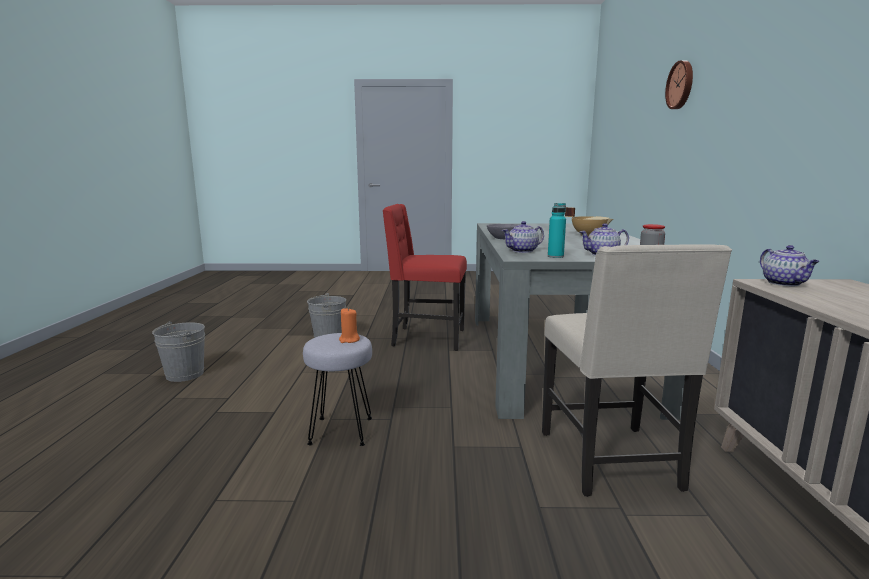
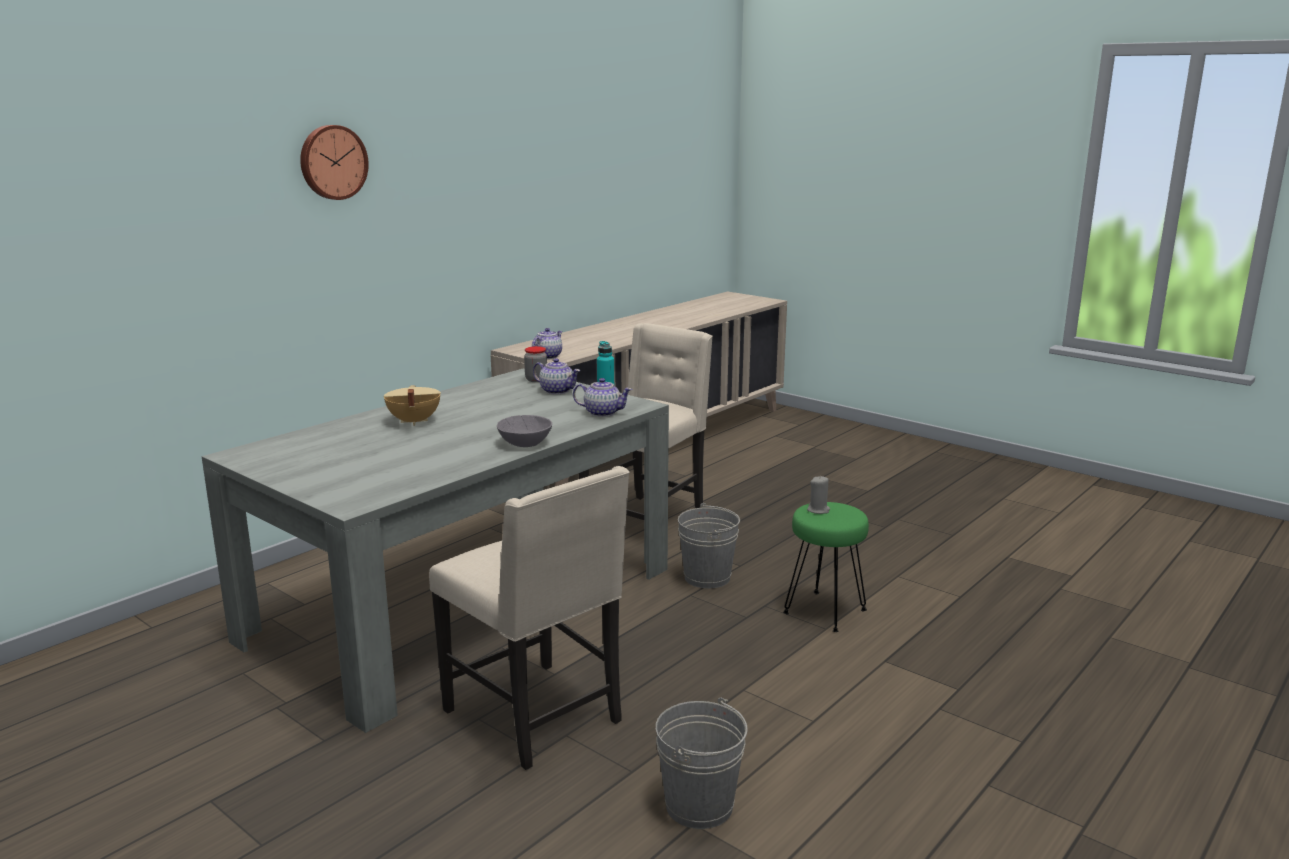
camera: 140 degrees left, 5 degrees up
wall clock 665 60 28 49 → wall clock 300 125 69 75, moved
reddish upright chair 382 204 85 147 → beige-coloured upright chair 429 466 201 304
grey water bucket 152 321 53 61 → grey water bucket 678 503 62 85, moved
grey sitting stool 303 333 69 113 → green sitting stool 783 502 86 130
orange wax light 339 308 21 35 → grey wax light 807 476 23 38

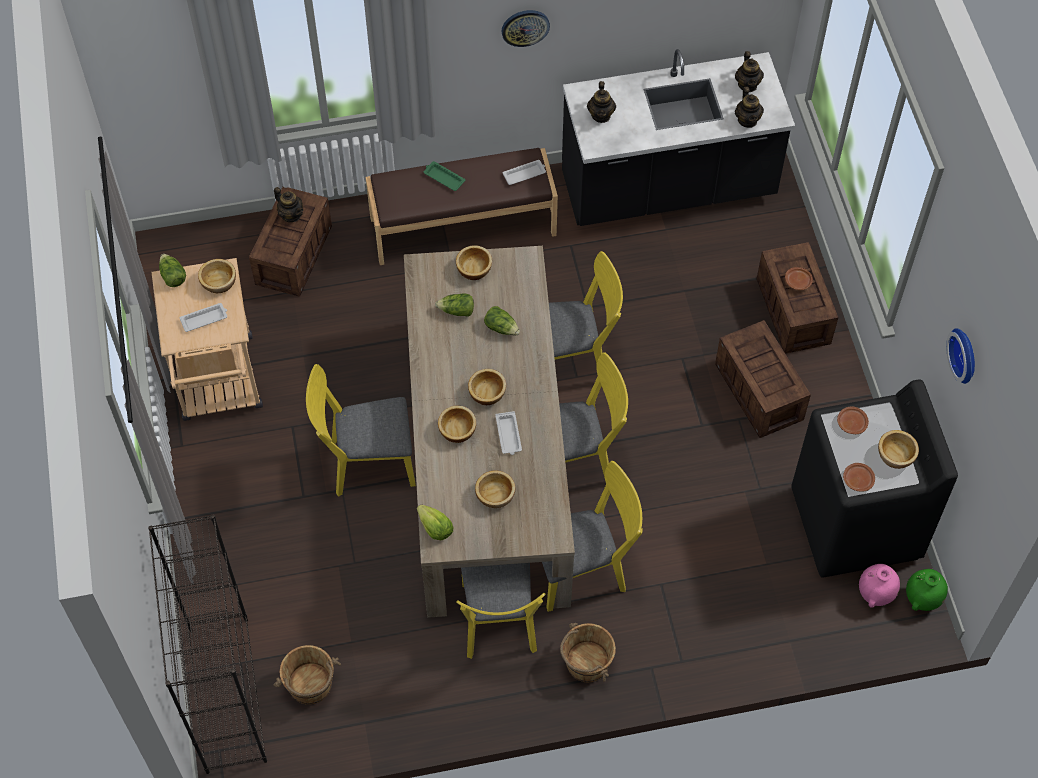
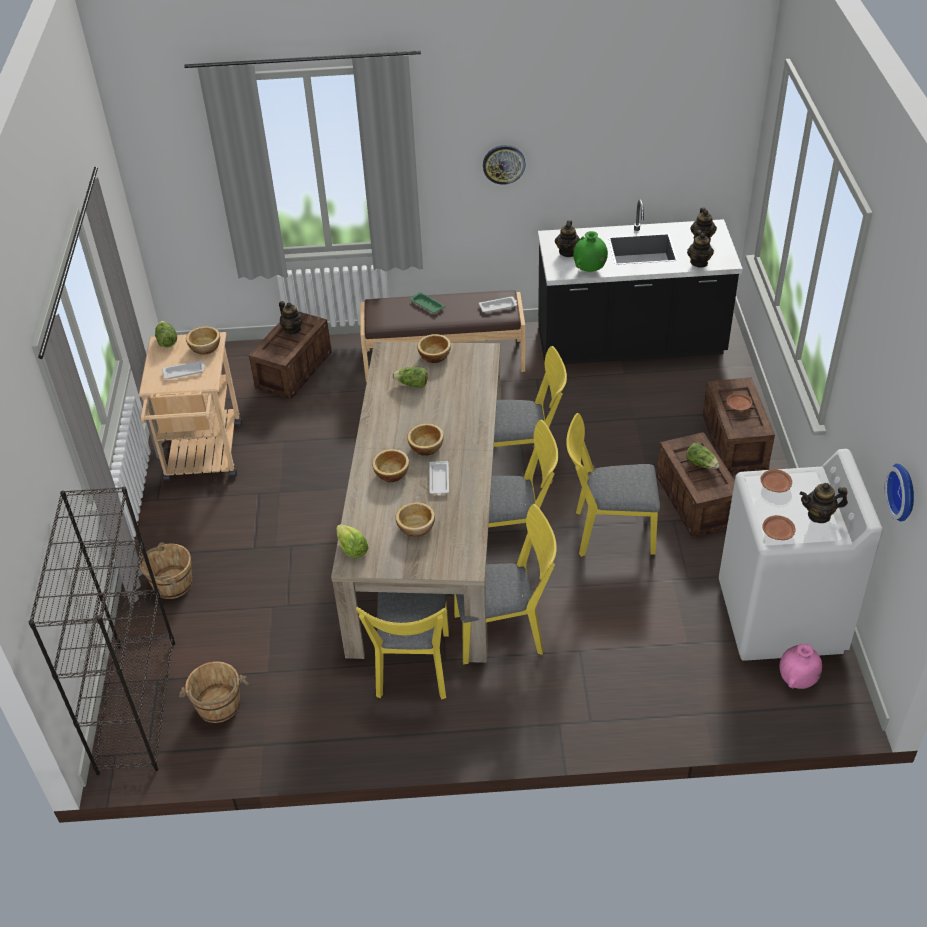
camera: 10 degrees right, 15 degrees down
brown water bucket 560 623 56 59 → brown water bucket 139 542 53 57, moved
yellow upright chair 306 364 110 133 → yellow upright chair 566 413 94 144, moved
green vase 906 569 42 42 → green vase 573 231 35 41, moved
lettuce head 484 306 36 29 → lettuce head 686 443 34 26, moved
blackish washing machine 791 379 167 199 → whitish washing machine 719 449 164 212
serving bowl 878 430 41 39 → teapot 800 483 48 40
wall clock 946 328 29 56 → wall clock 885 464 29 58, moved

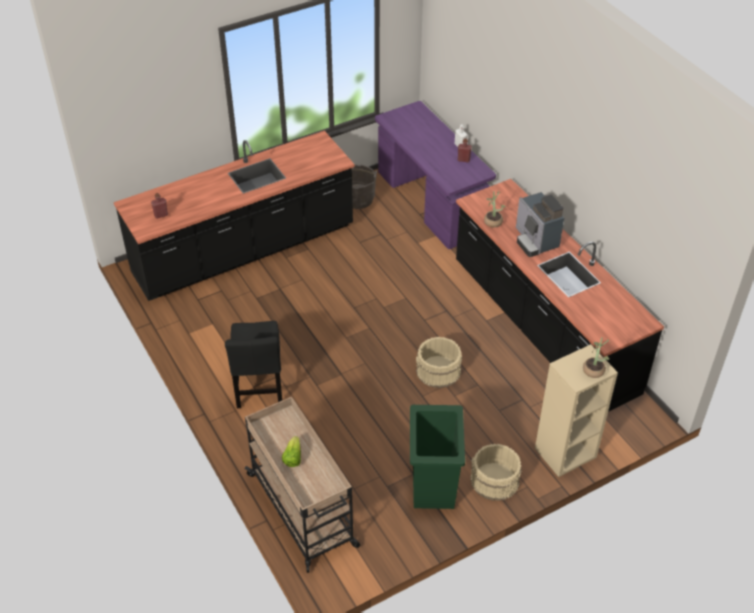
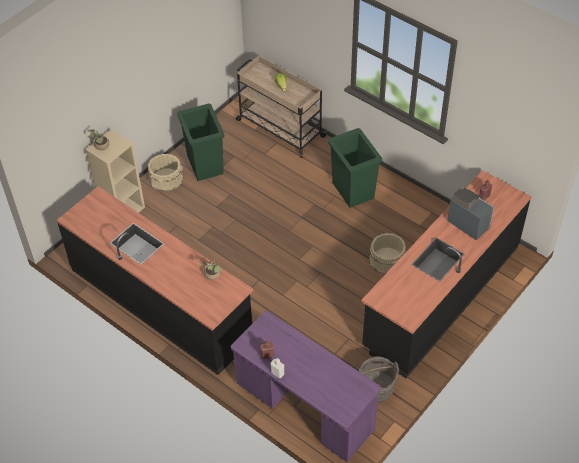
camera: 160 degrees right, 5 degrees up
blackish upright chair 225 321 57 87 → green rubbish bin 328 128 54 80
beige-coloured water bucket 416 337 46 51 → beige-coloured water bucket 369 233 37 41, moved
coffee machine 516 192 48 65 → coffee machine 447 187 47 53, moved

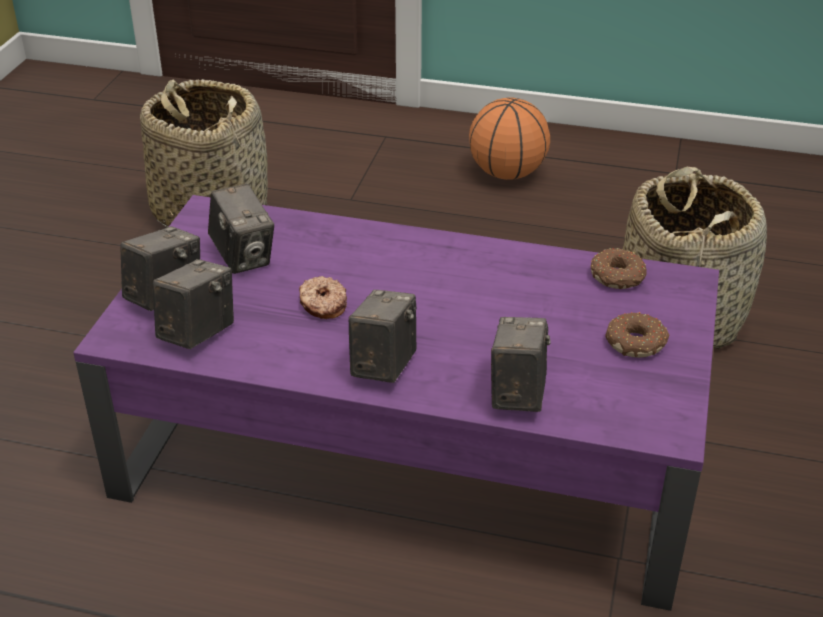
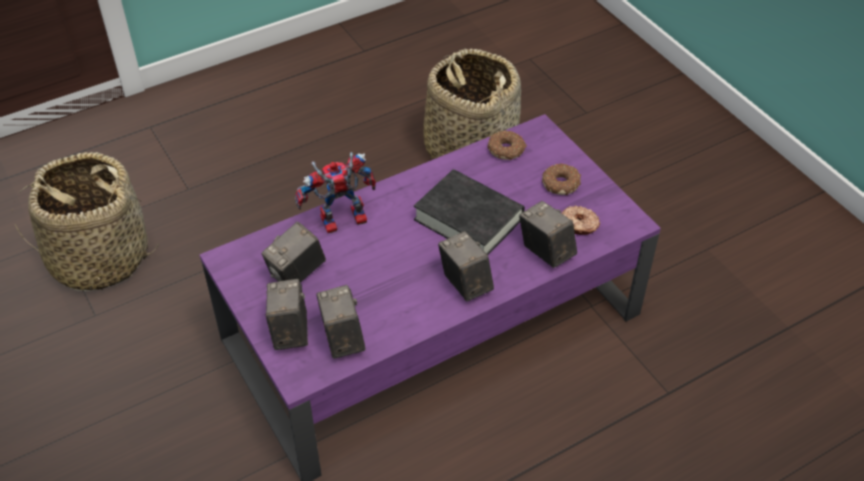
camera: 45 degrees left, 10 degrees up
still camera 208 184 66 90 → still camera 261 222 65 61, 120 degrees clockwise
- → model robot 295 152 81 81
- → blackish book 414 169 111 86
donut 299 276 48 43 → donut 562 205 38 30, moved
ball for basketball 469 98 81 82 → -

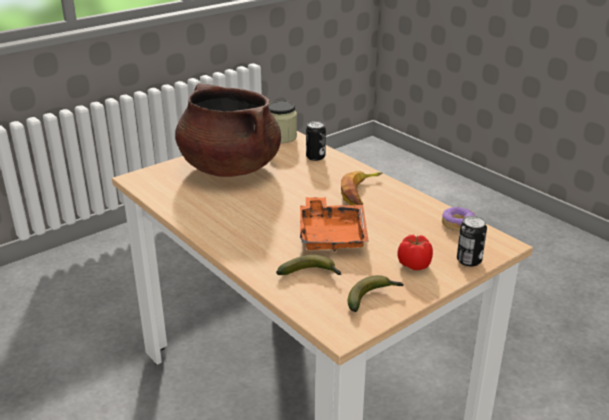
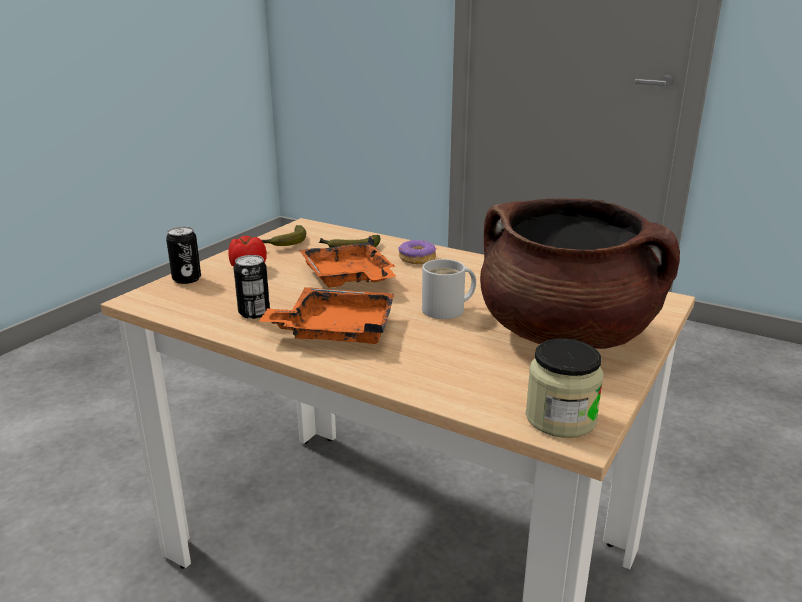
camera: 160 degrees right, 5 degrees down
metal can 306 121 20 40 → metal can 234 255 36 64, moved
banana 341 171 41 34 → orange serving tray 259 287 135 57
donut 442 207 33 25 → donut 399 240 37 24, moved
- → whitish coffee mug 422 259 54 60

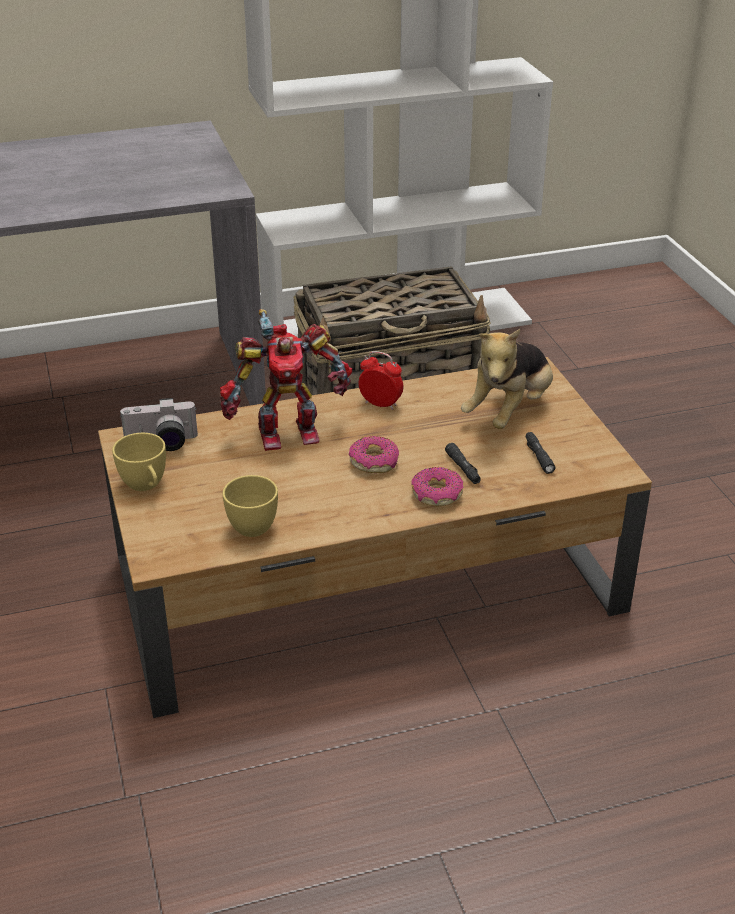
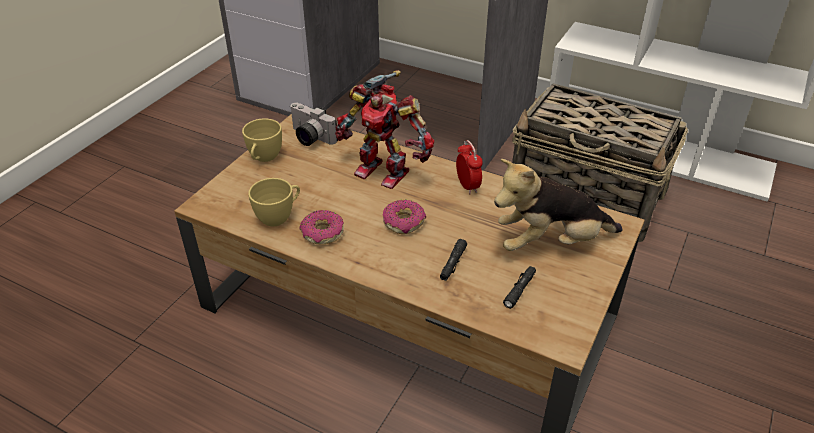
camera: 45 degrees right, 5 degrees up
donut 411 467 52 39 → donut 300 210 44 34, moved

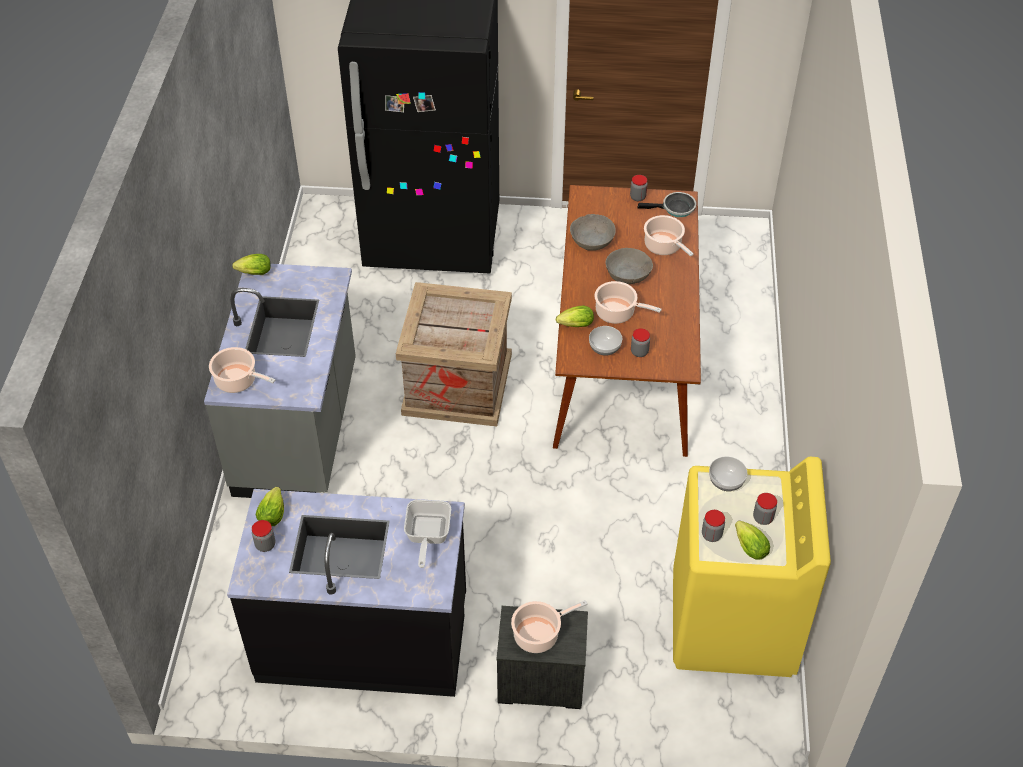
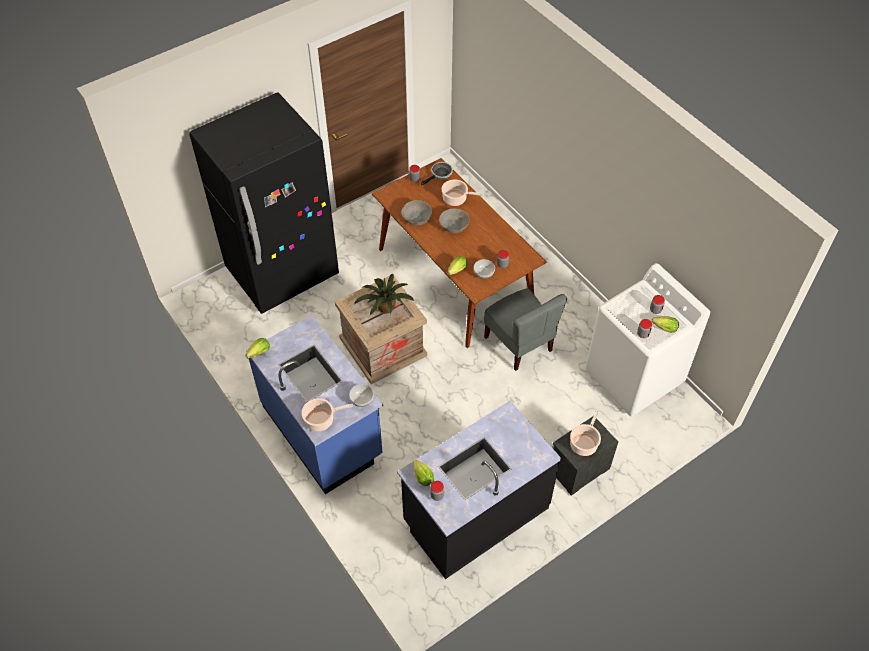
camera: 40 degrees left, 5 degrees up
grey counter 204 264 152 234 → blue-coloured counter 246 315 137 179
serving bowl 709 456 38 35 → serving bowl 349 384 24 23, moved
- → potted plant 354 274 60 41
- → grey upright chair 484 288 83 83
yellow washing machine 673 457 158 220 → whitish washing machine 586 263 124 154
pan 404 500 47 68 → -
saucepot 594 281 68 43 → -

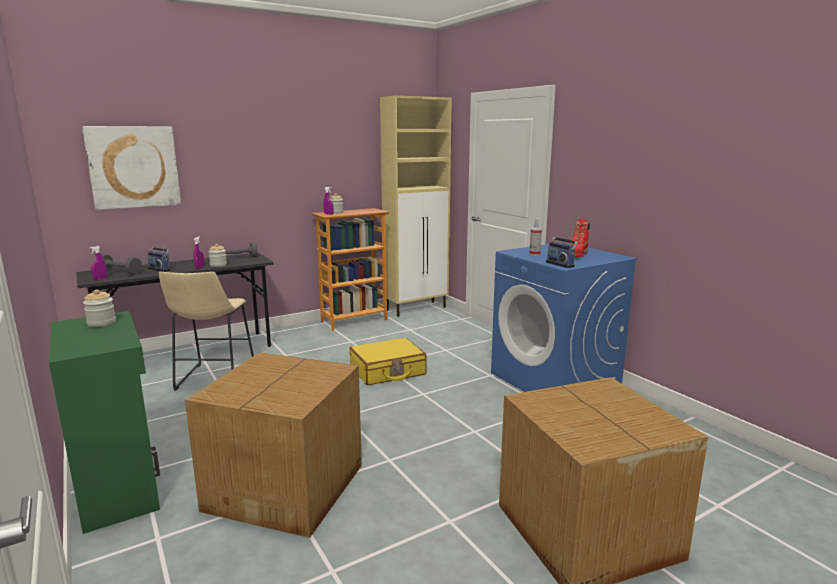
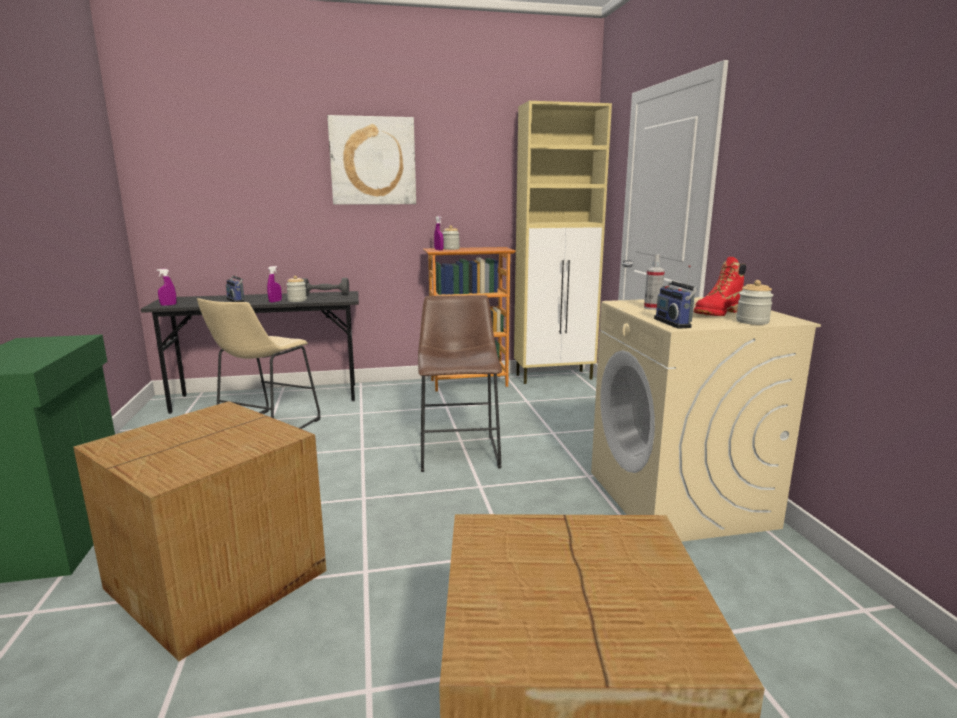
camera: 20 degrees right, 0 degrees up
picture 82 126 99 84 → picture 327 115 89 90, moved
yellow suitcase 349 338 78 47 → brown sitting stool 418 295 84 177
blue-coloured washing machine 491 242 147 150 → beige-coloured washing machine 591 297 230 245
jar 83 289 33 38 → jar 736 280 38 45, moved
grey hand weight 102 254 40 20 → -

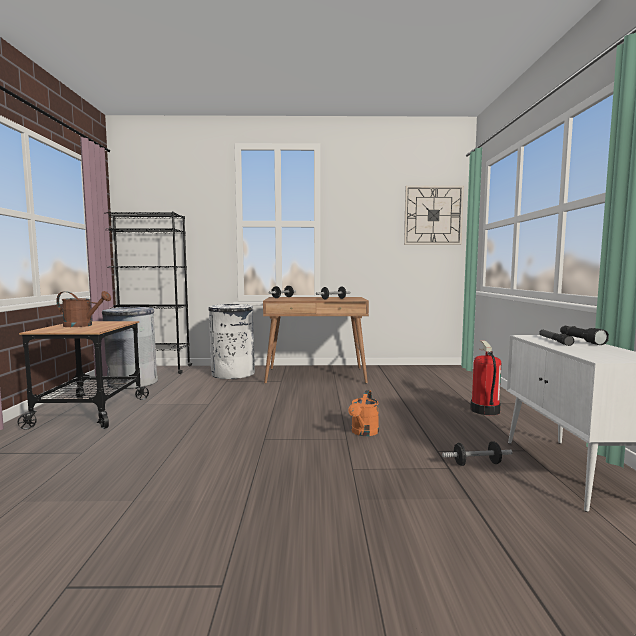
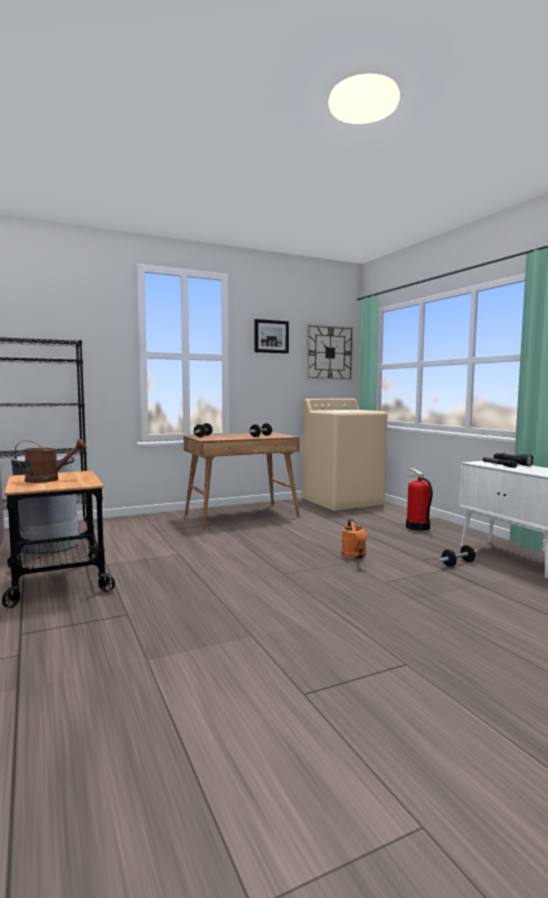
camera: 25 degrees left, 0 degrees up
- → picture 254 319 35 35
- → beige-coloured washing machine 302 399 85 111
whitish rubbish bin 209 304 46 75 → -

